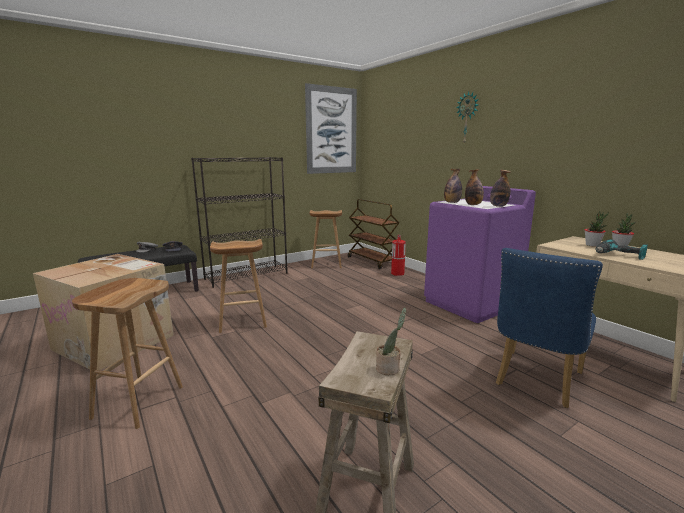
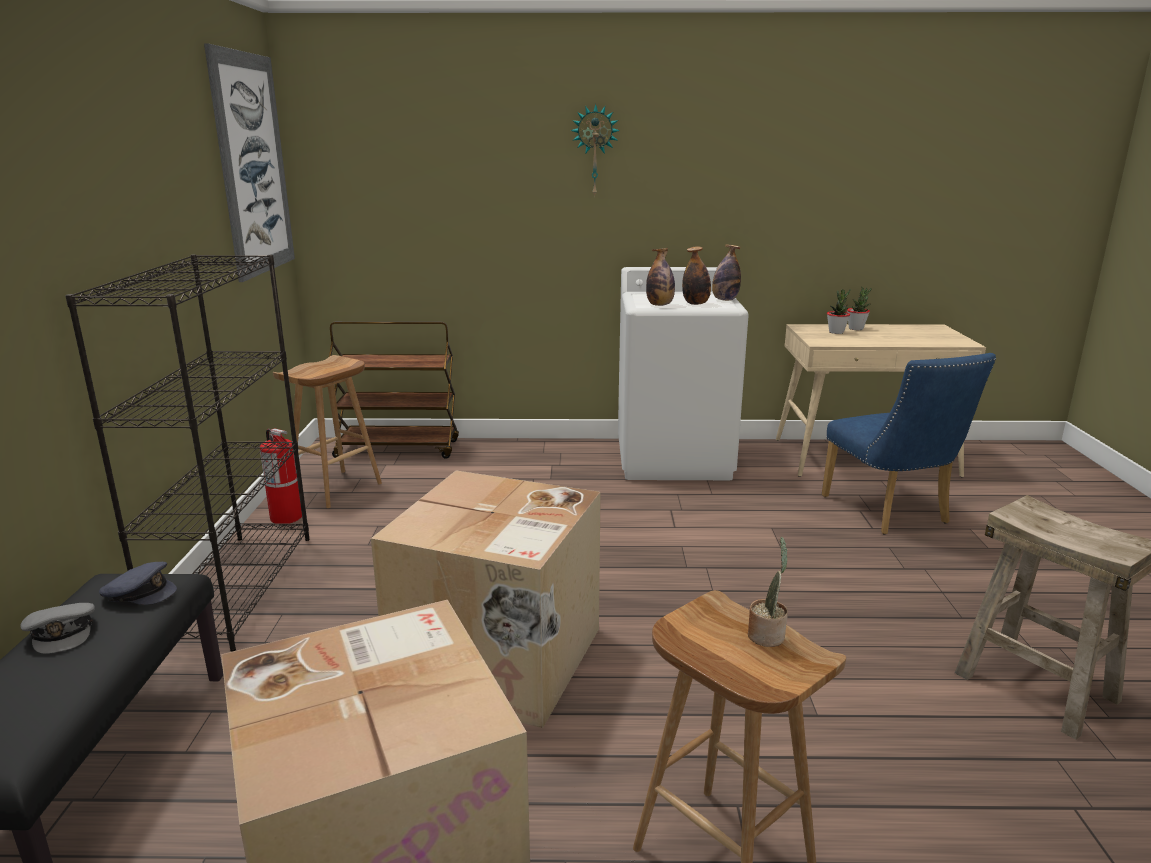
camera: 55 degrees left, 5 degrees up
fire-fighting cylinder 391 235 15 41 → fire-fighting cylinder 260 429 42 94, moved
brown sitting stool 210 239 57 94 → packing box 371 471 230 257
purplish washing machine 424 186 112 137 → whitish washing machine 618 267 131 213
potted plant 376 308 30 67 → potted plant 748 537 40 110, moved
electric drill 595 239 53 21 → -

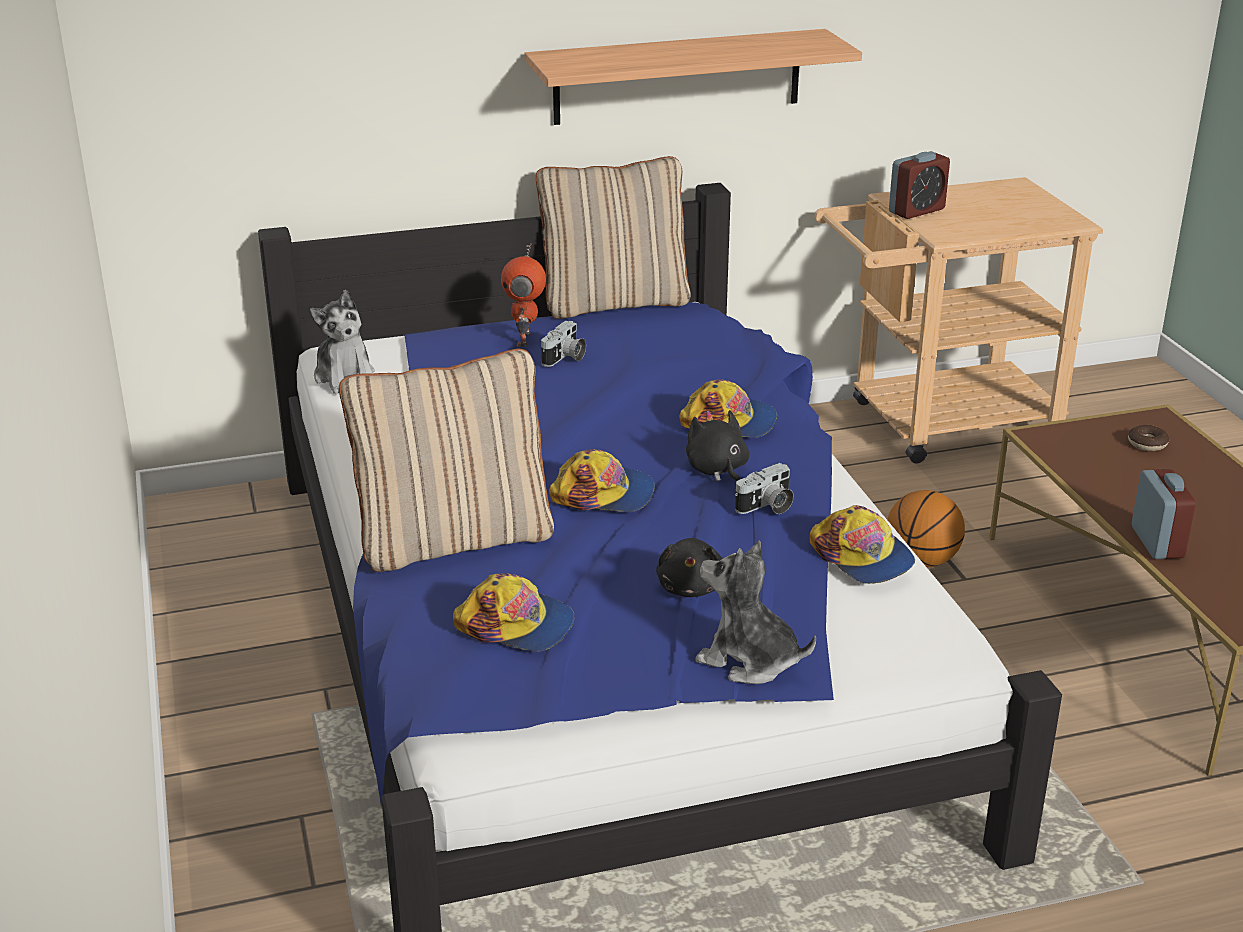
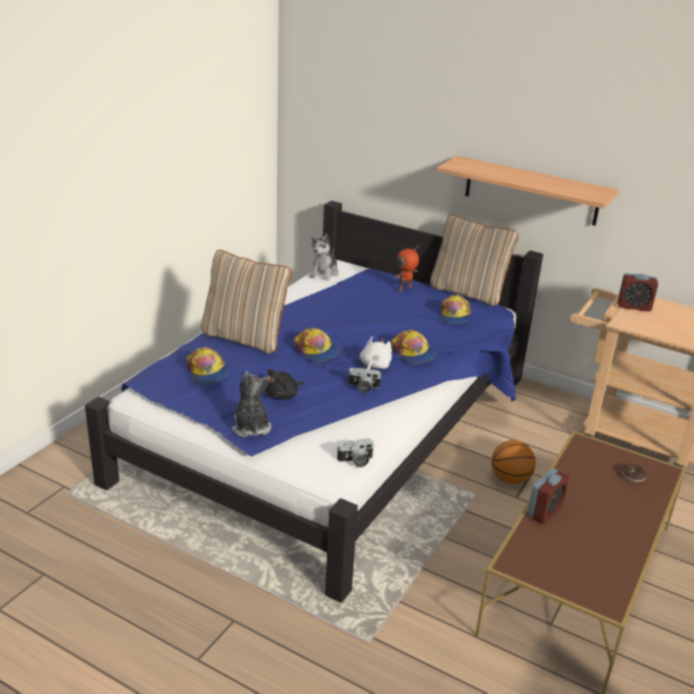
camera: 45 degrees right, 0 degrees up
still camera 541 321 45 46 → still camera 336 439 37 28, moved
blackish plush toy 686 410 63 72 → whitish plush toy 360 336 32 33
baseball cap 810 505 105 79 → baseball cap 439 295 32 29, moved

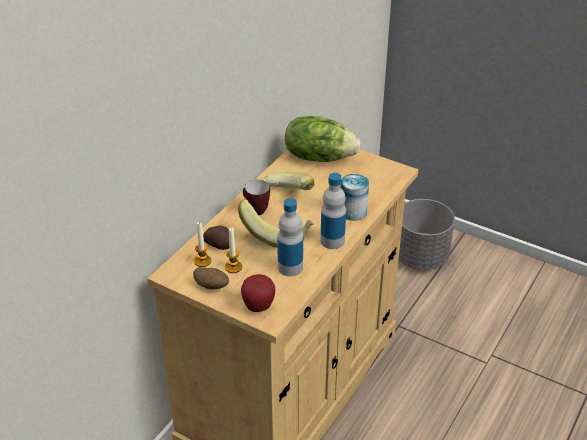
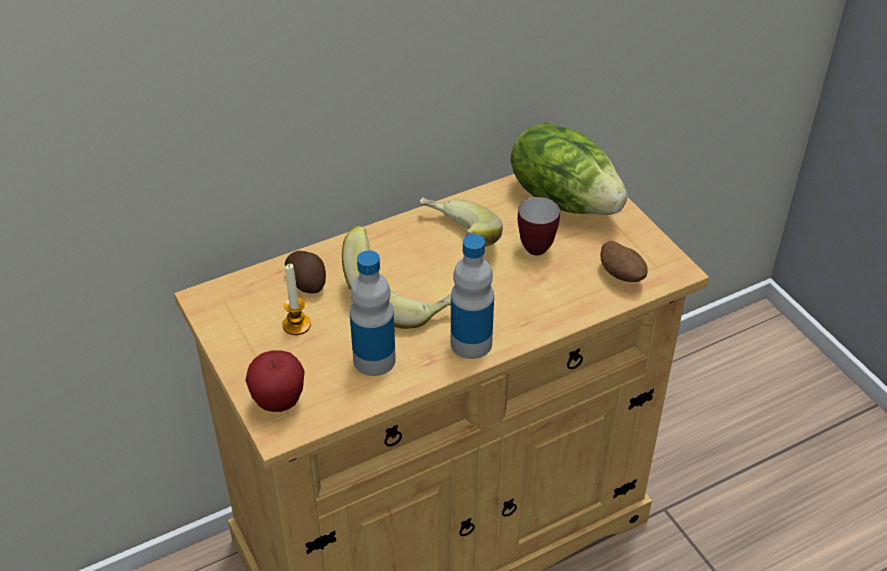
camera: 30 degrees right, 5 degrees up
coffee mug 243 180 27 35 → coffee mug 518 197 42 58, moved
whole potato 193 267 36 22 → whole potato 600 241 48 41, moved
wax light 194 222 17 45 → -
metal can 340 174 29 47 → -
grey flower pot 399 199 56 71 → -

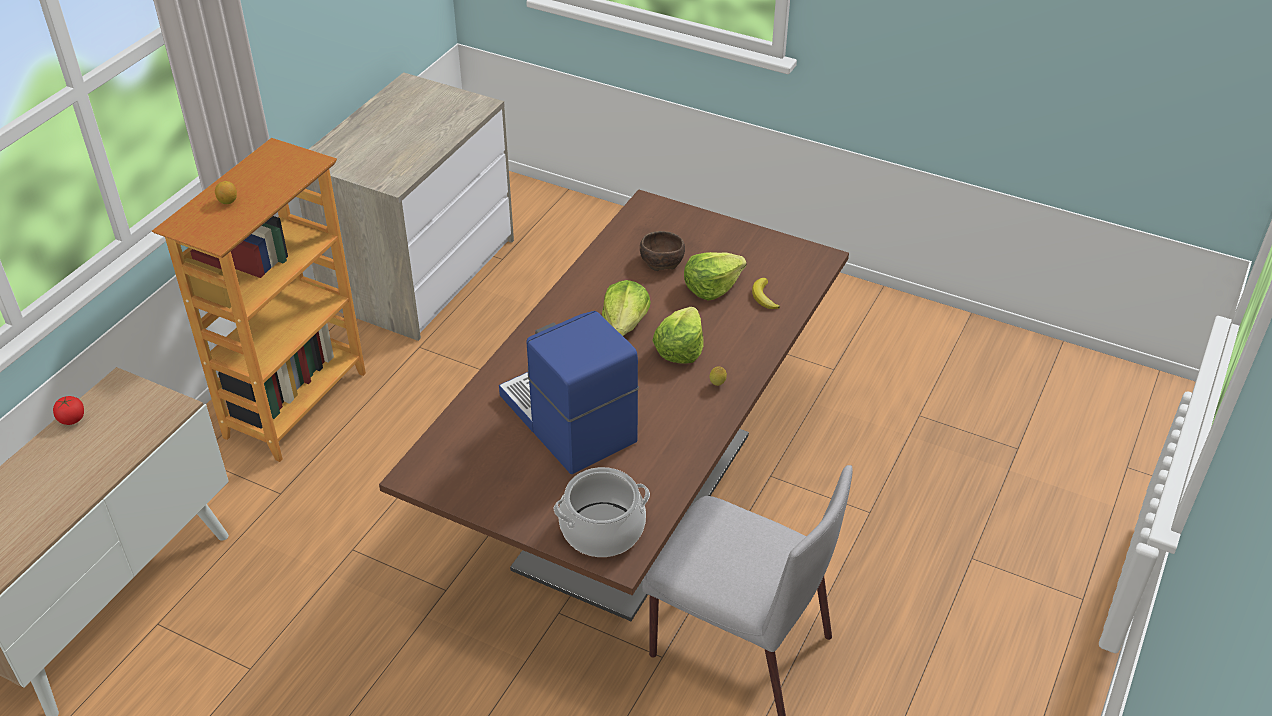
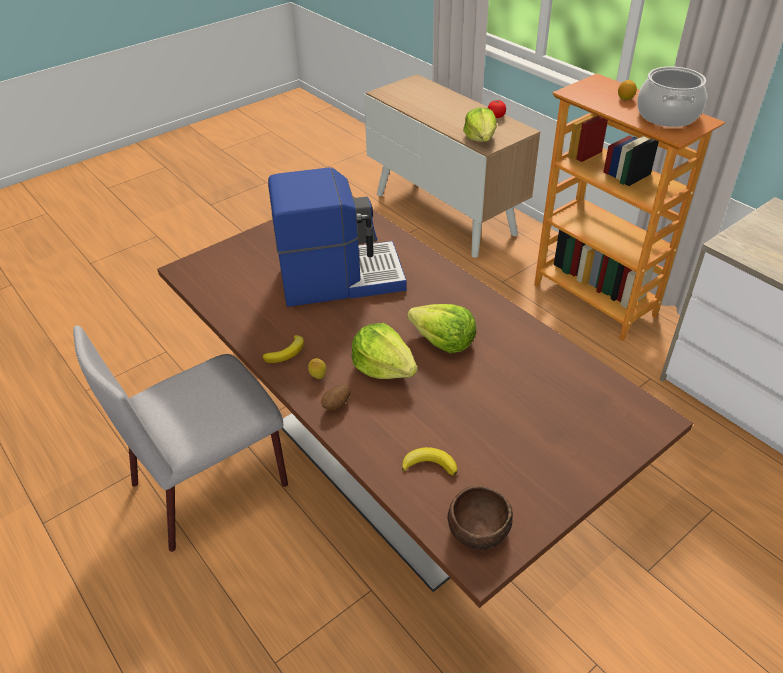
camera: 115 degrees right, 0 degrees up
- → banana 263 335 41 28
- → whole potato 321 384 29 26
brown serving bowl 640 231 45 40 → brown serving bowl 447 486 66 64, moved
lettuce head 684 252 63 48 → lettuce head 463 108 34 34, moved
saucepot 553 467 97 90 → saucepot 637 67 70 60, moved

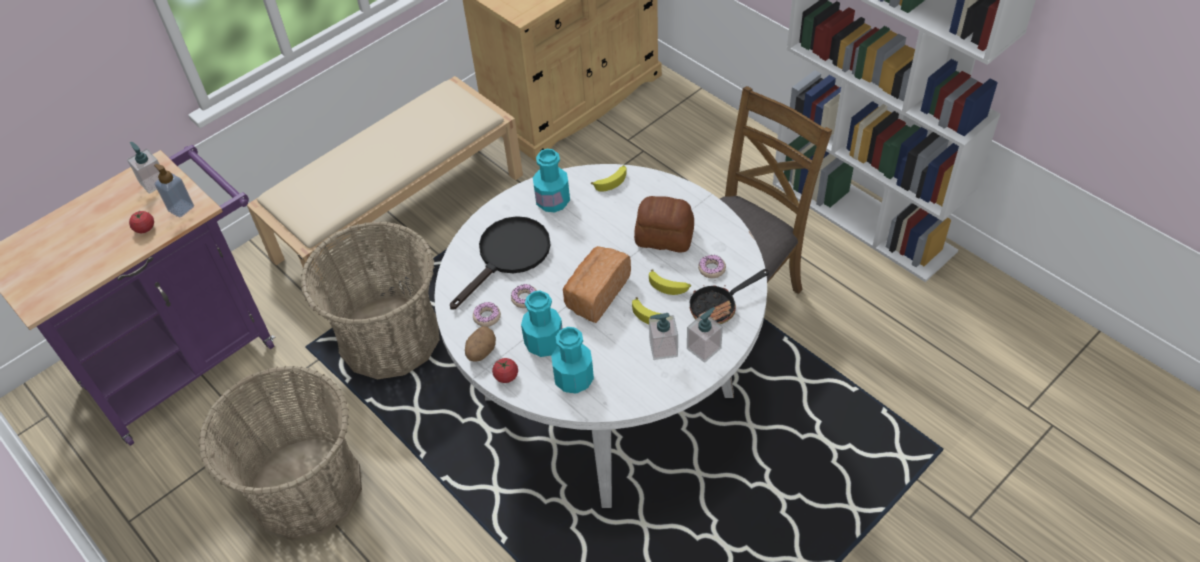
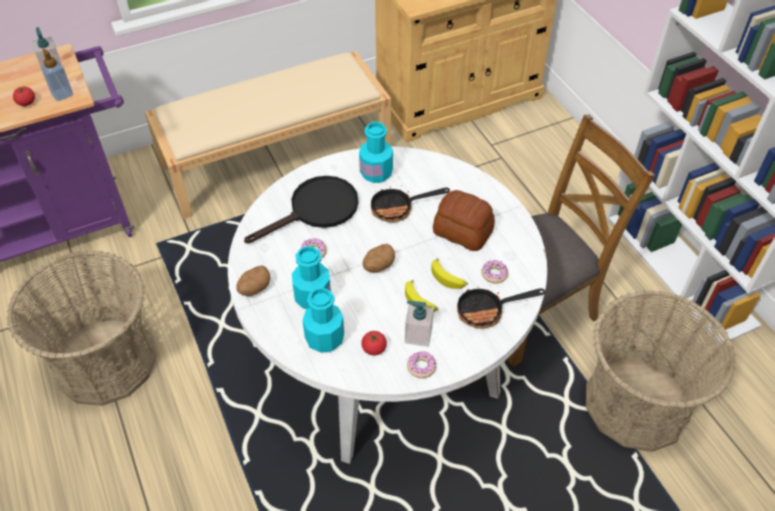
camera: 15 degrees right, 0 degrees up
tomato 492 358 26 25 → tomato 361 331 26 24, moved
bakery bread 563 246 68 77 → whole potato 363 244 32 29
- → pan 371 185 79 37
donut 473 302 28 25 → donut 407 351 29 27, moved
household basket 300 222 140 157 → household basket 586 290 150 162, moved
banana 591 165 36 27 → -
soap dispenser 687 307 36 56 → -

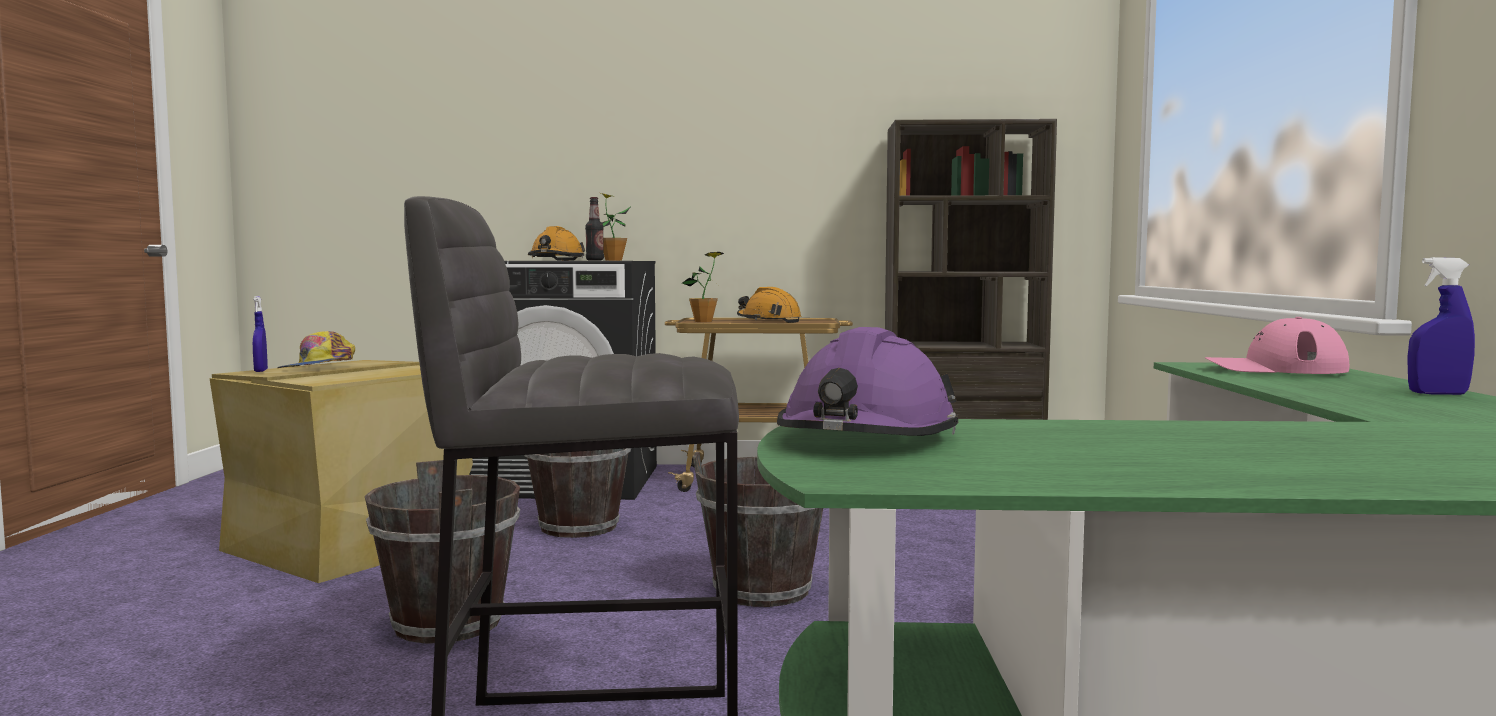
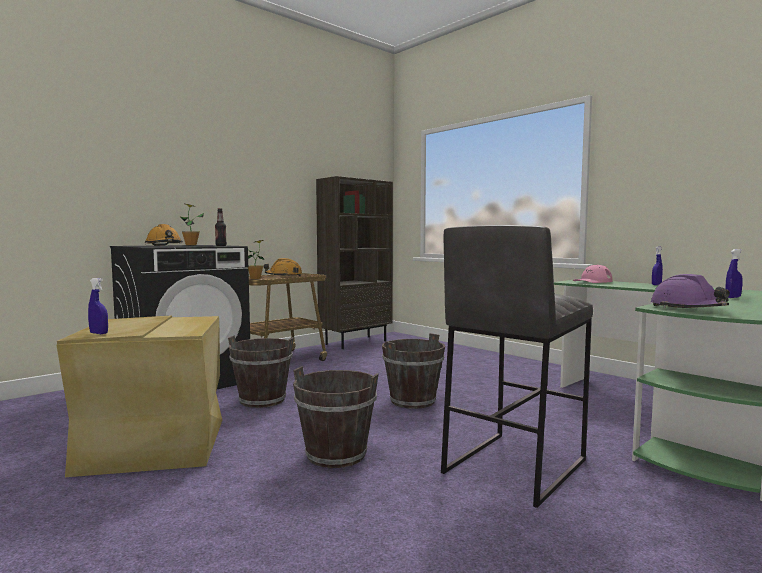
camera: 45 degrees left, 0 degrees up
- → blue-coloured hand sprayer 725 249 18 49
baseball cap 278 331 77 37 → -

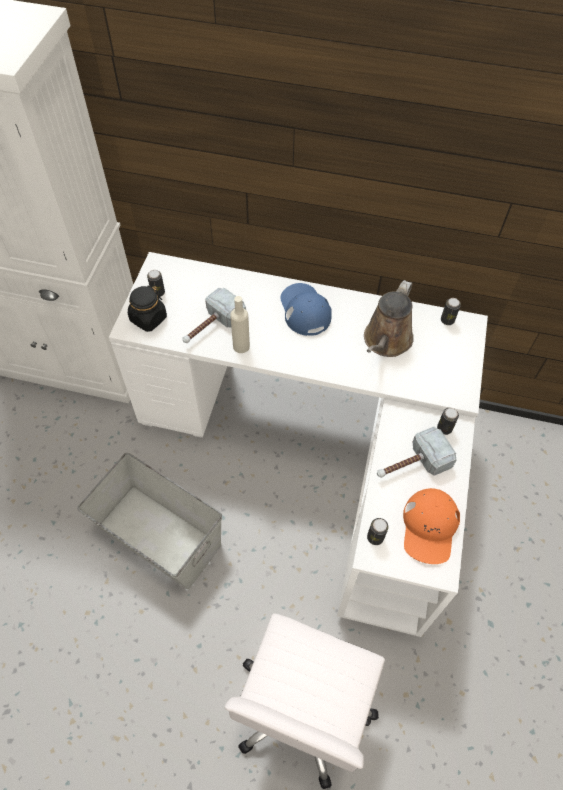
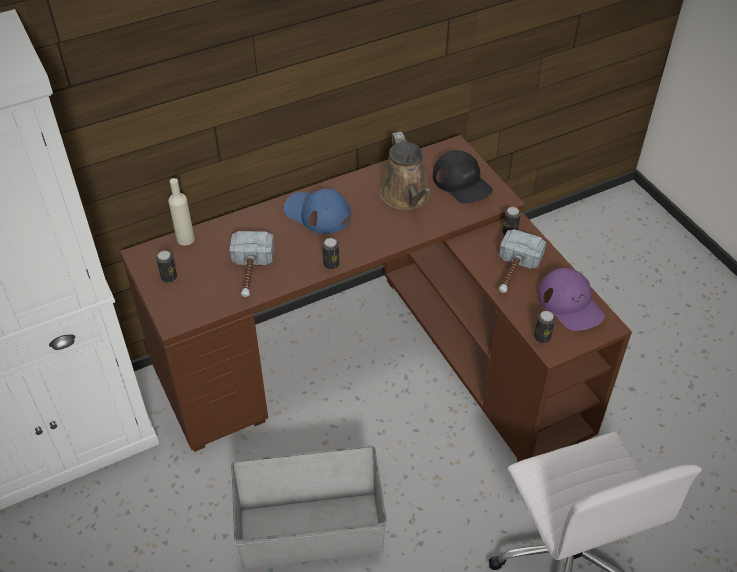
camera: 40 degrees left, 10 degrees down
whitish desk 109 252 379 385 → brown desk 120 135 512 327
beige-coloured drink bottle 230 296 20 57 → beige-coloured drink bottle 168 178 27 68, moved
metal can 441 298 20 27 → metal can 322 238 17 31, moved
- → blackish baseball cap 433 150 60 54
orange baseball cap 403 488 57 76 → purplish baseball cap 538 268 67 63
blackish jar 128 285 39 47 → -

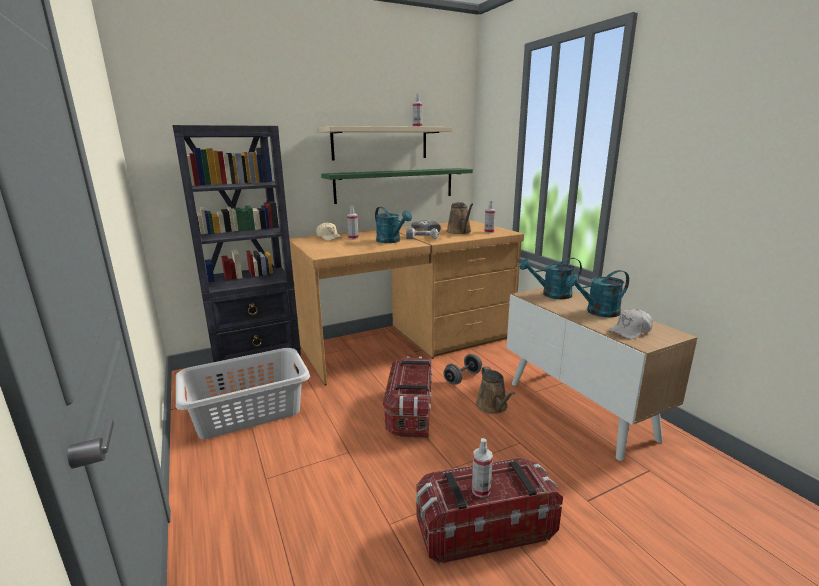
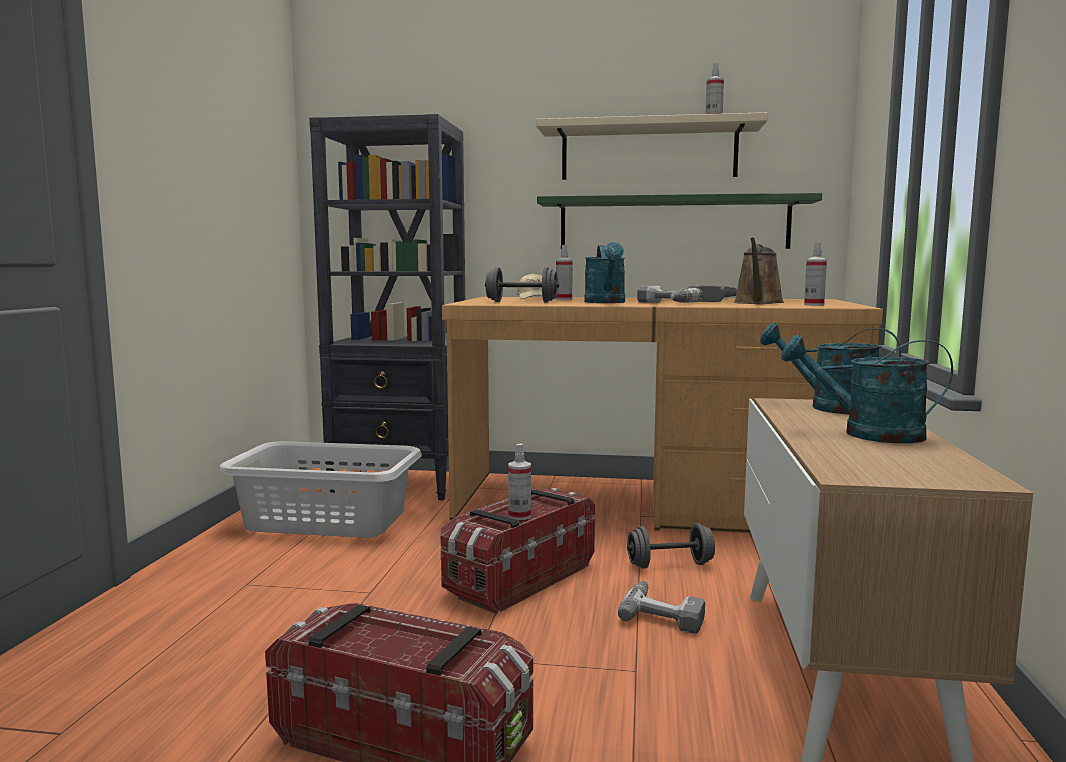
camera: 35 degrees right, 10 degrees down
- → grey hand weight 485 267 74 36
hand sprayer 472 438 21 60 → hand sprayer 508 444 23 76, moved
brown watering can 476 366 39 48 → electric drill 618 581 87 53
whitish baseball cap 608 309 45 30 → -

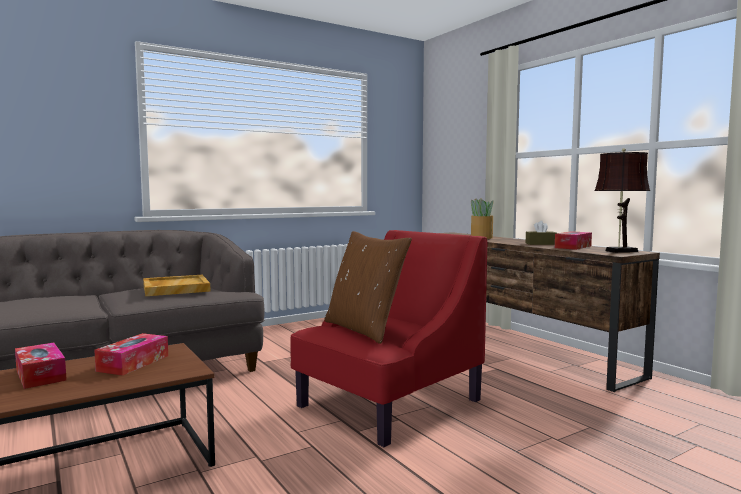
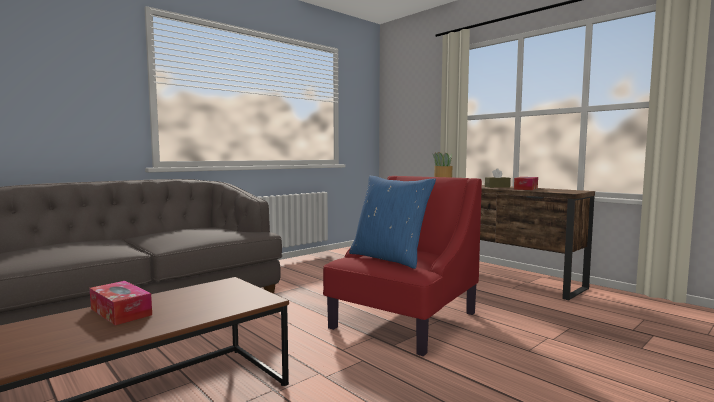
camera: 10 degrees left, 0 degrees up
brown cushion 324 231 88 113 → blue-coloured cushion 349 176 87 93
tissue holder 94 333 74 43 → -
beige-coloured serving tray 143 275 67 21 → -
brown tabletop lamp 595 148 55 105 → -

